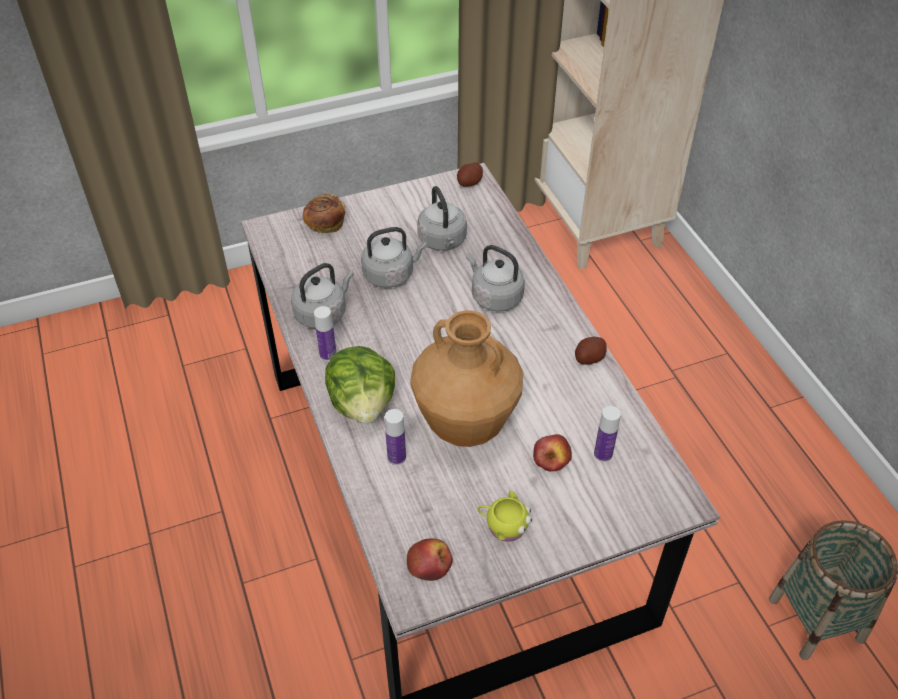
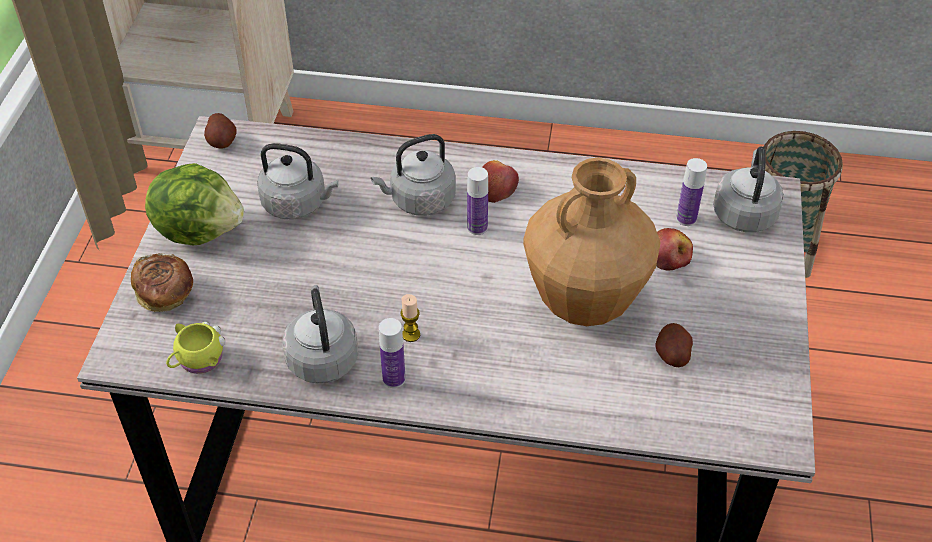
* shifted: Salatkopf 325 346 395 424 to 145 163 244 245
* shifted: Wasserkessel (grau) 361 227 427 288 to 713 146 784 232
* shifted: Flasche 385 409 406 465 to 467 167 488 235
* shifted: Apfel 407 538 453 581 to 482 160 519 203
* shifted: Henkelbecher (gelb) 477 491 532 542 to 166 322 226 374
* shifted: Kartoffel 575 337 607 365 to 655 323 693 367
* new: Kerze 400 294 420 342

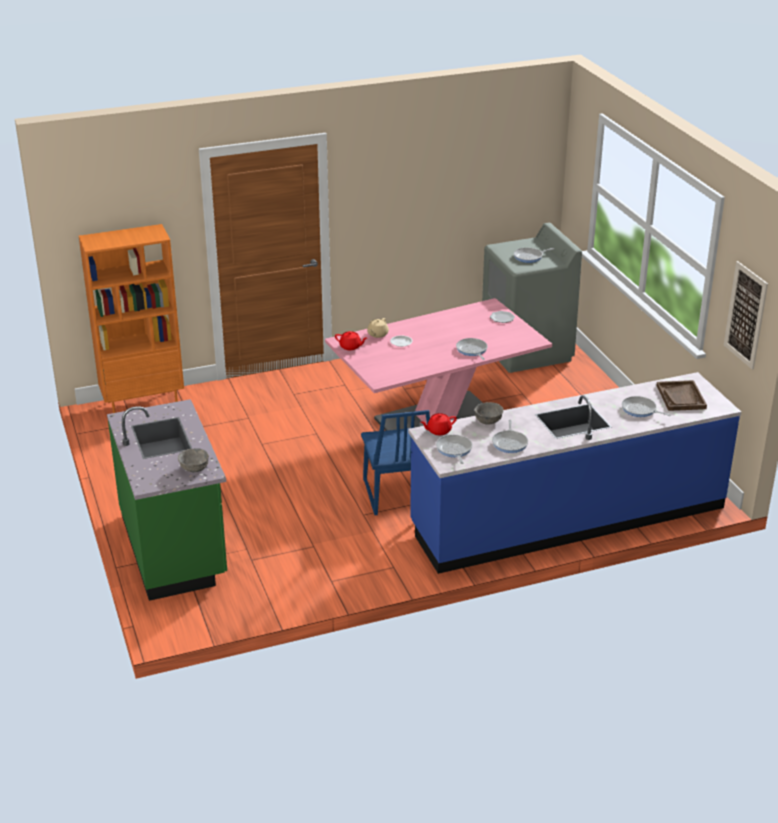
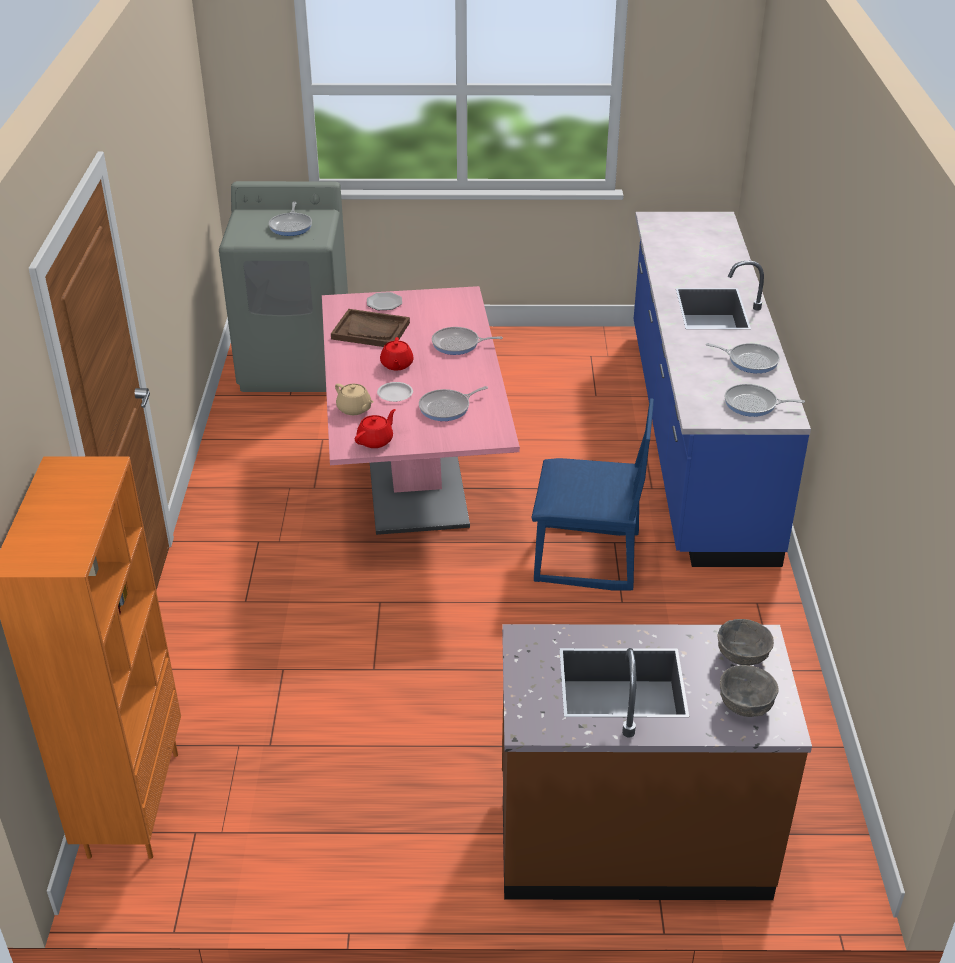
* repainted: Küchenzeile (grün) 107 399 227 601 to Küchenzeile (braun) 502 624 812 900
* shifted: Teekanne (rot) 420 413 457 435 to 380 337 414 370
* shifted: Schüssel (grau) 475 402 504 425 to 720 665 778 717
* shifted: Pfanne 622 396 671 417 to 419 386 488 421
* shifted: Tablett (braun) 656 380 707 411 to 331 309 410 347
* gone: Bild 724 261 768 370

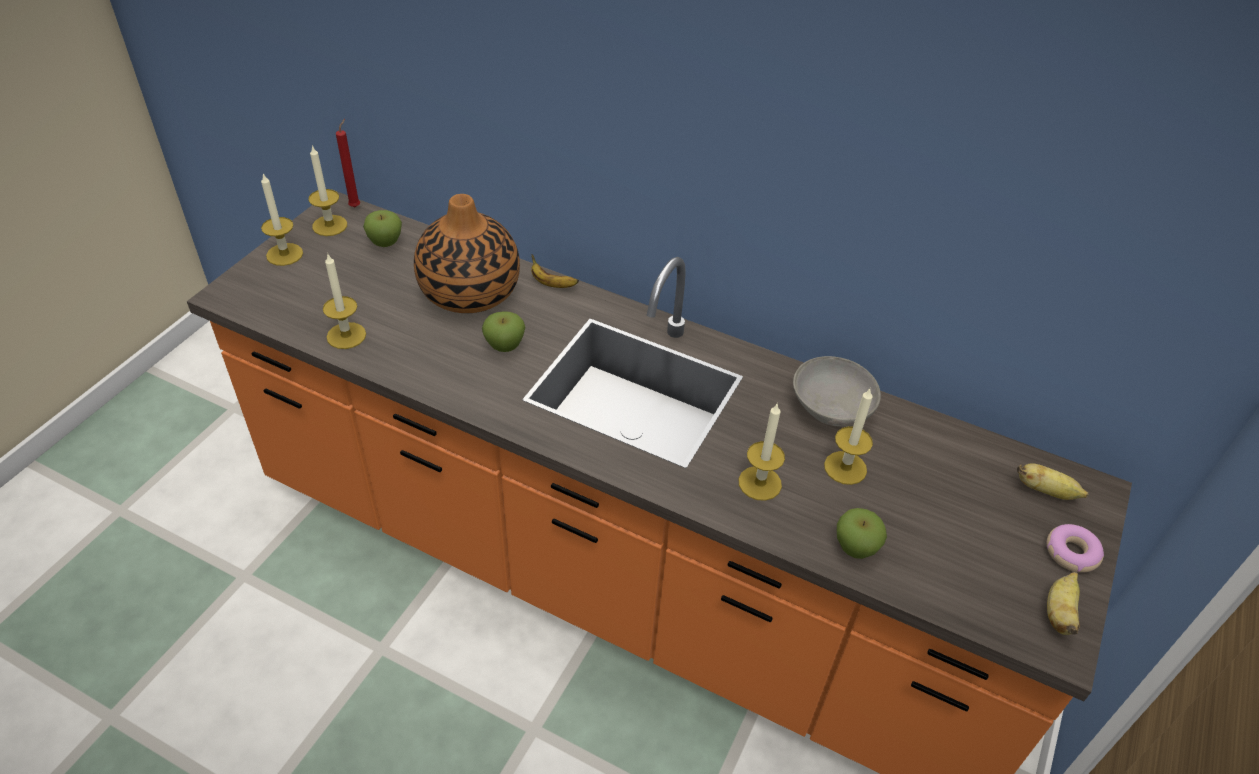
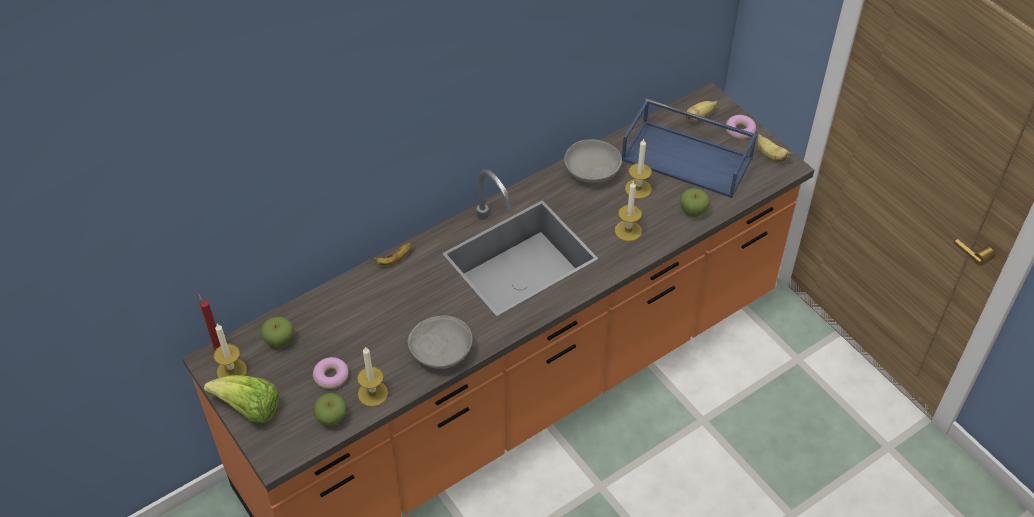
* swapped: Kerze 261 174 303 266 to Salatkopf 204 375 280 423
* gone: Vase 414 194 520 313
* shifted: Apfel 482 311 525 352 to 313 393 346 426
* new: Donut 313 357 348 389
* new: Schüssel (grau) 408 316 473 369
* new: Tablett (blau) 622 99 757 198

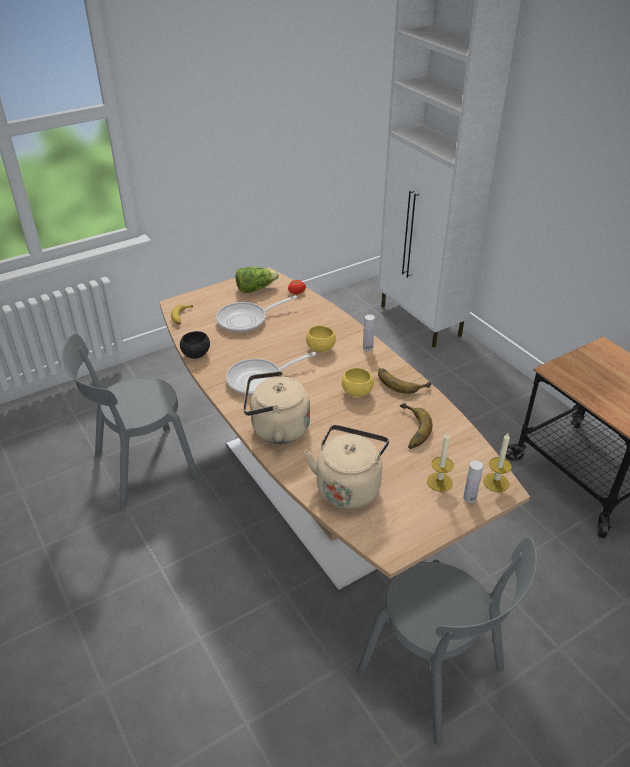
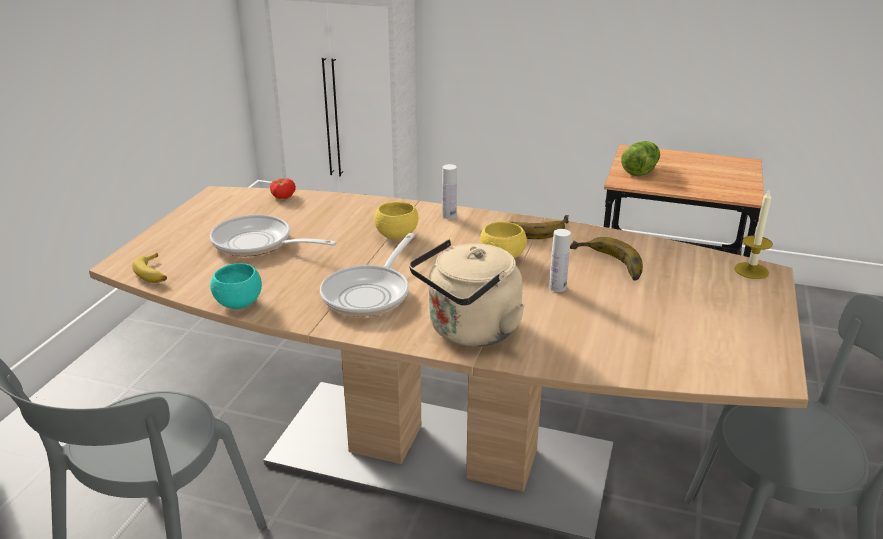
* repainted: Schüssel (schwarz) 180 331 210 359 to Schüssel (türkis) 210 263 262 309
* rotated: Pfanne 216 296 297 333 = 210 215 337 256 90 degrees clockwise
* shifted: Salatkopf 236 267 279 293 to 621 141 660 176
* gone: Wasserkessel (beige) 304 425 389 509
* gone: Kerze 427 433 454 492
* shifted: Flasche (weiß) 463 460 483 503 to 549 229 571 292

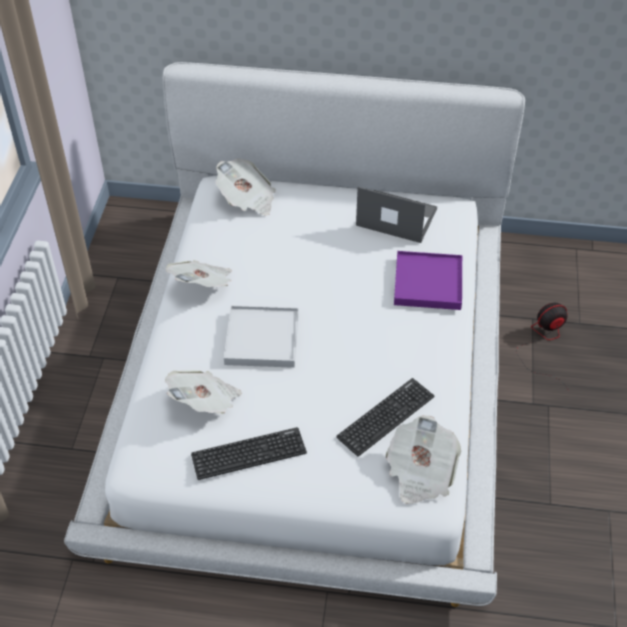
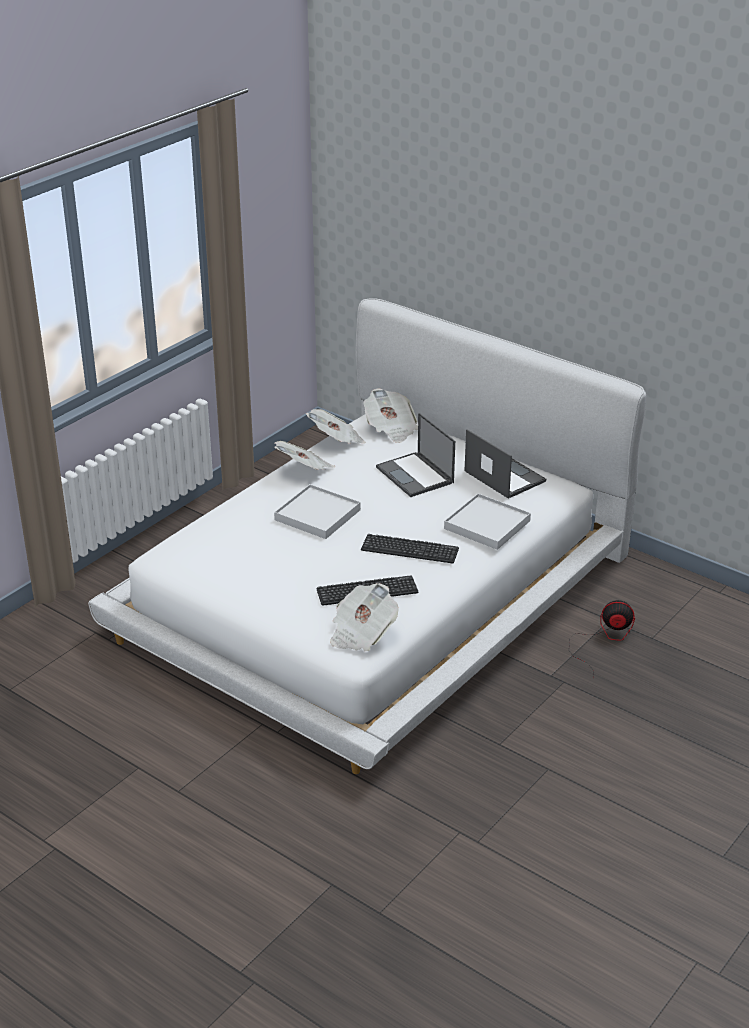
* shifted: Zeitung 165 370 242 414 to 306 409 366 444
* shifted: Tastatur 191 427 307 480 to 361 534 459 563
* repainted: Tablett (lila) 394 251 462 310 to Tablett (weiß) 444 493 531 550
* new: Laptop 376 413 455 497

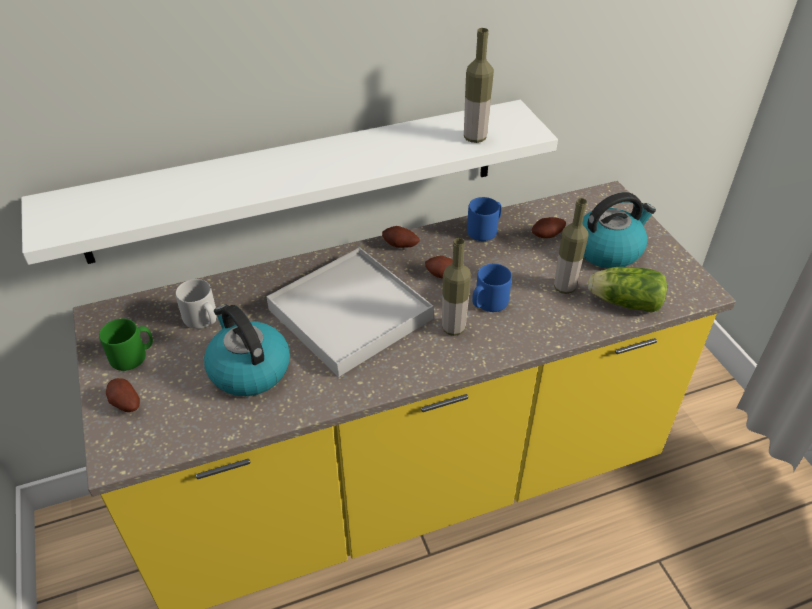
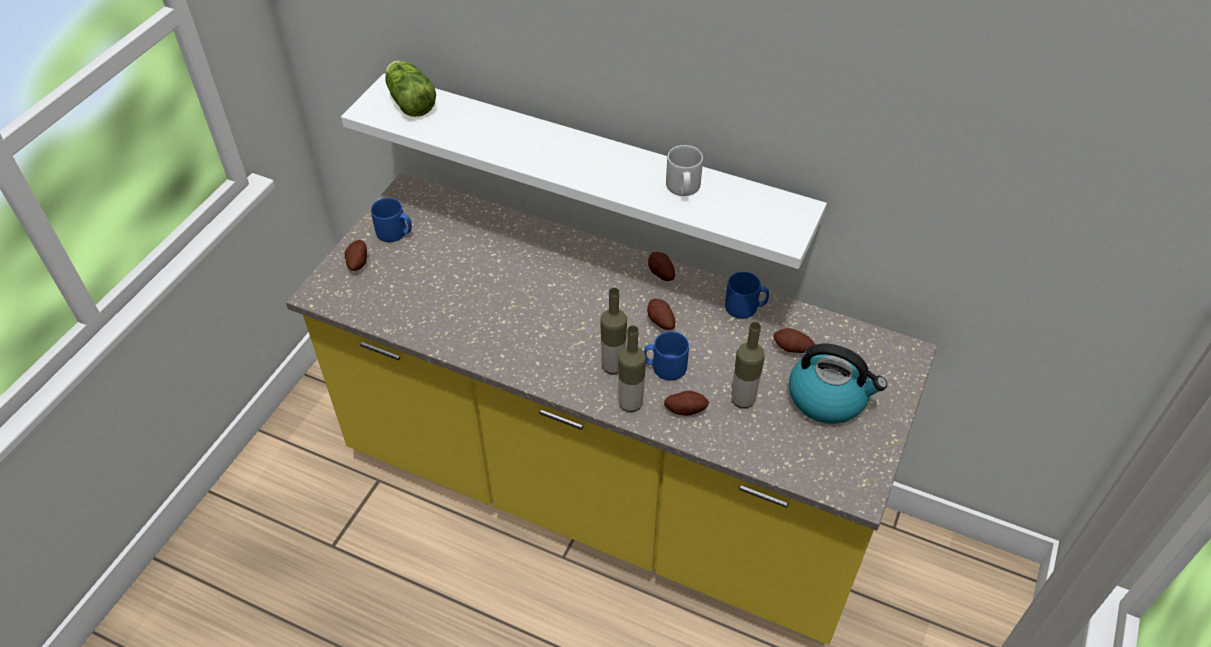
* repainted: Henkelbecher (grün) 99 319 153 371 to Henkelbecher (blau) 371 198 412 242
* shifted: Henkelbecher (grau) 175 279 217 329 to 666 145 703 196
* gone: Wasserkessel 204 304 290 396
* gone: Tablett (weiß) 266 247 433 377
* shifted: Flasche 464 28 494 143 to 618 325 646 412
* shifted: Salatkopf 588 267 667 312 to 385 61 436 117
* new: Kartoffel 664 391 709 416

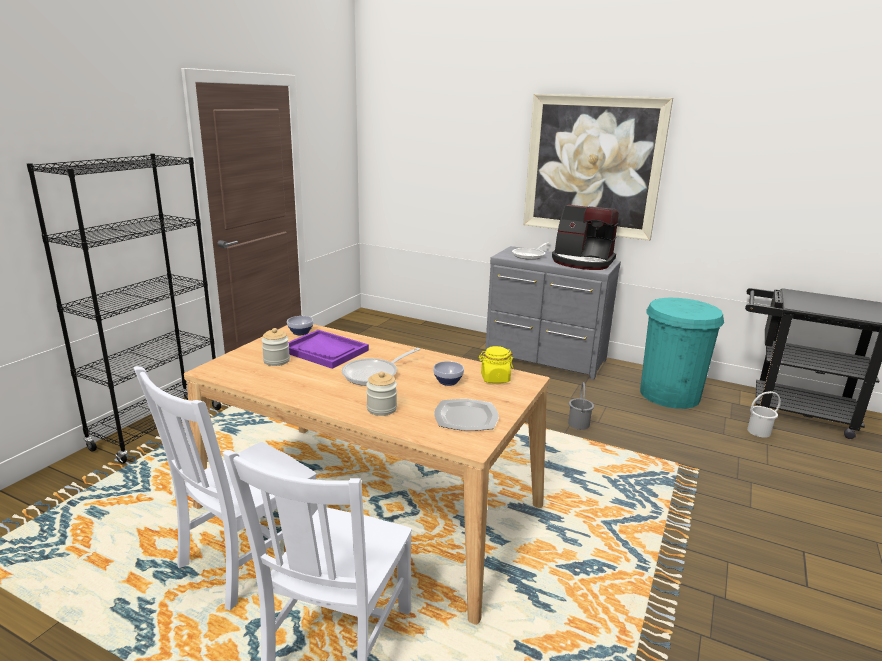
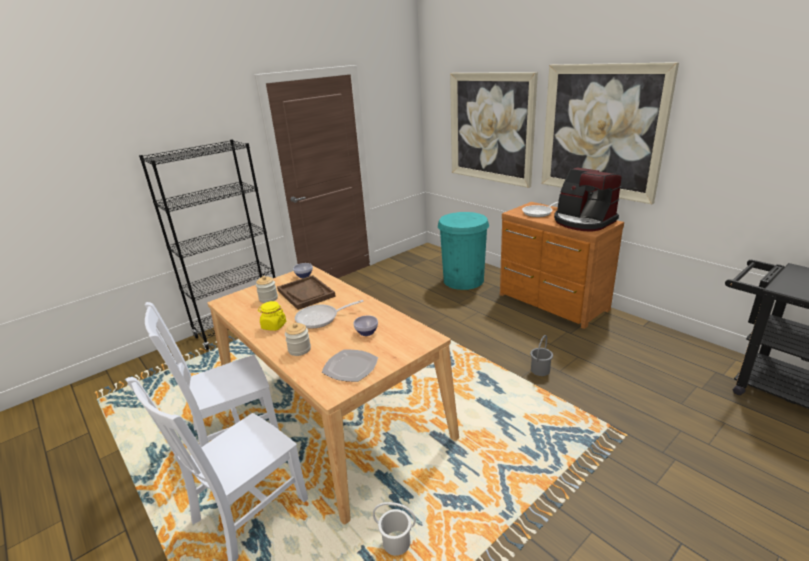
* repainted: Tablett (lila) 288 330 369 369 to Tablett (braun) 277 275 336 310
* shifted: Vorratsglas (gelb) 479 346 514 383 to 258 301 286 331
* repainted: Kommode (grau) 485 246 621 380 to Kommode (braun) 500 202 624 329
* shifted: Mülleimer (türkis) 640 298 724 409 to 438 212 489 290
* shifted: Eimer (weiß) 747 391 781 438 to 373 502 416 556
* new: Bild 450 72 538 188

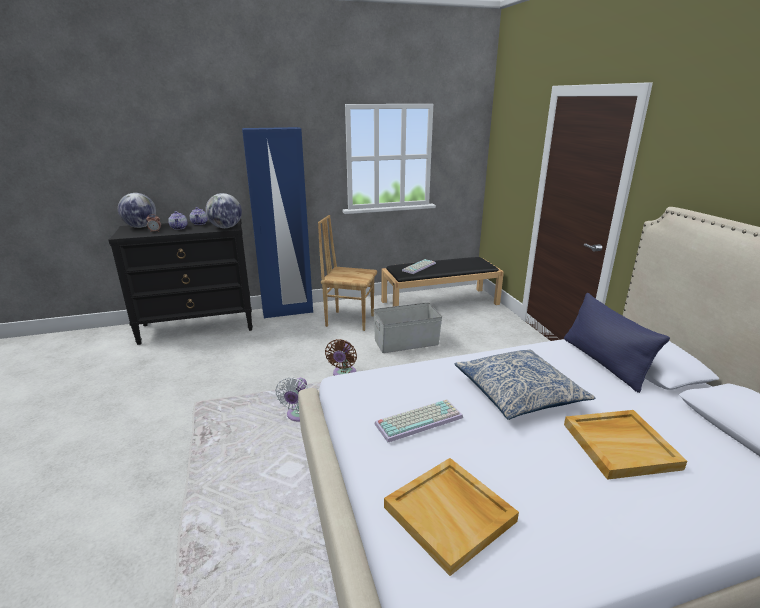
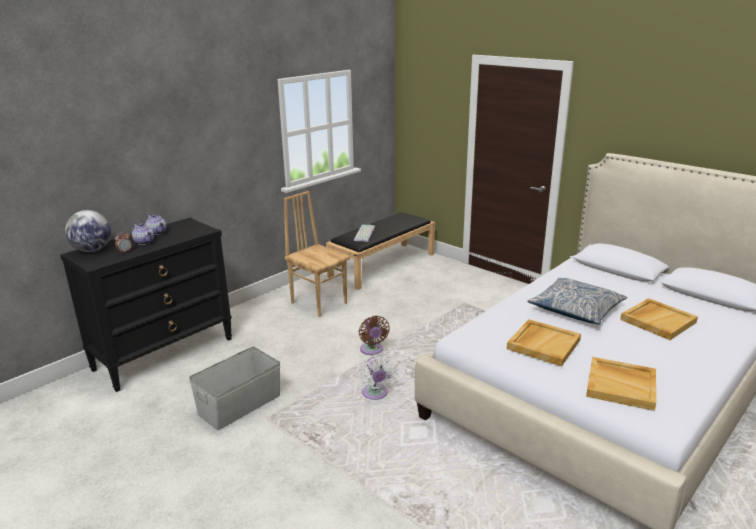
* gone: Globus 205 193 242 228
* gone: Kleiderschrank (blau) 242 127 313 319
* rotated: Stuhl (braun) 318 215 377 331 = 284 191 350 317 60 degrees clockwise
* shifted: Aufbewahrungsbox (grau) 373 302 442 353 to 189 346 281 430
* swapped: Tastatur 375 399 463 442 to Tablett (beige) 507 319 581 366
* gone: Kissen (blau) 564 293 670 393

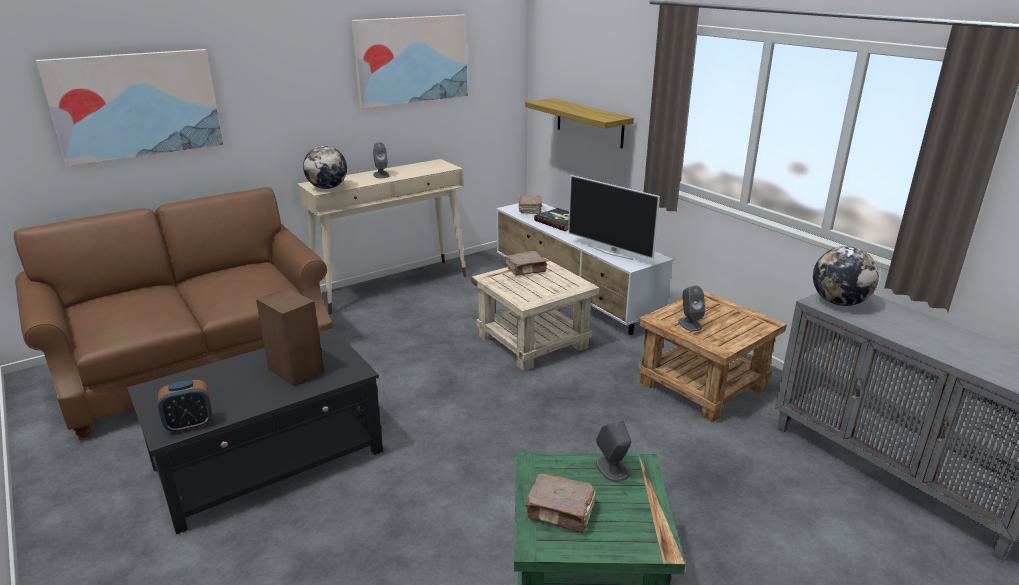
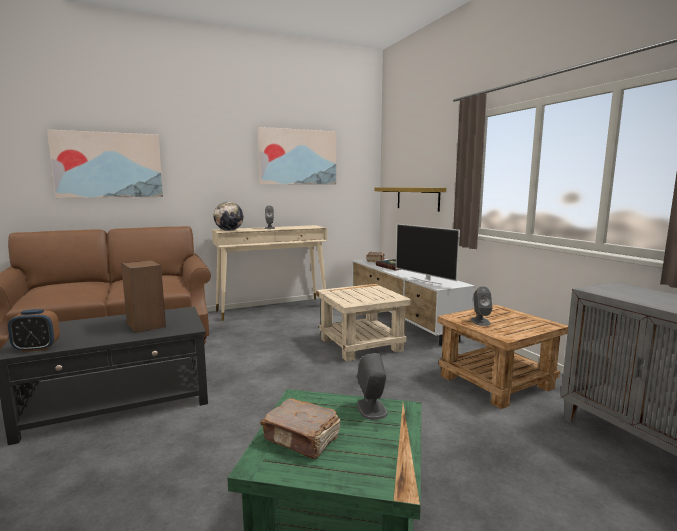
* gone: Buch (braun) 506 251 547 275
* gone: Globus 813 246 879 306

